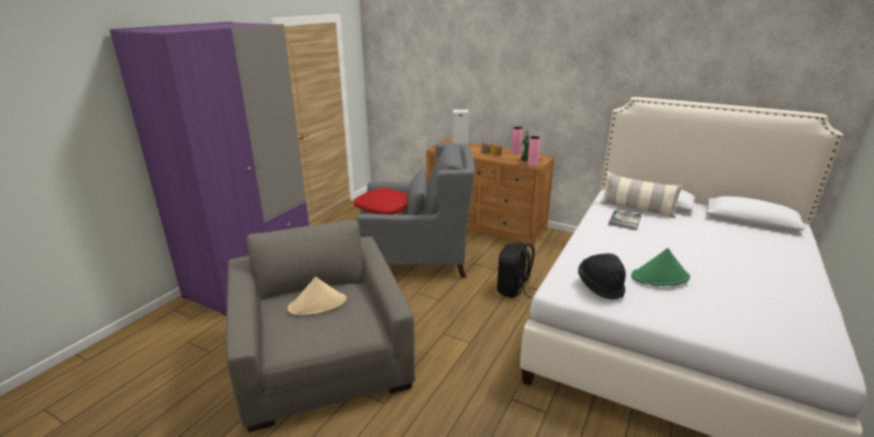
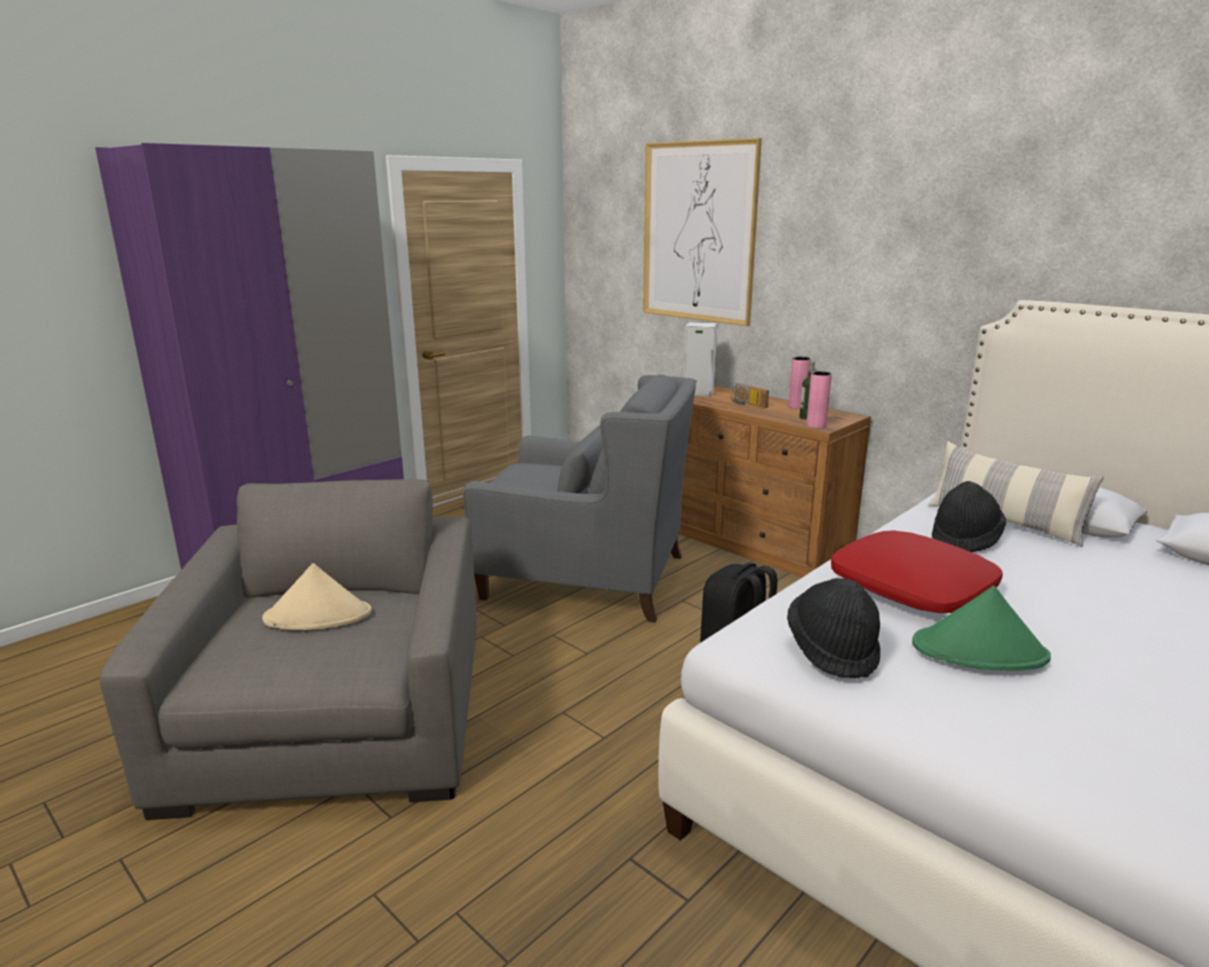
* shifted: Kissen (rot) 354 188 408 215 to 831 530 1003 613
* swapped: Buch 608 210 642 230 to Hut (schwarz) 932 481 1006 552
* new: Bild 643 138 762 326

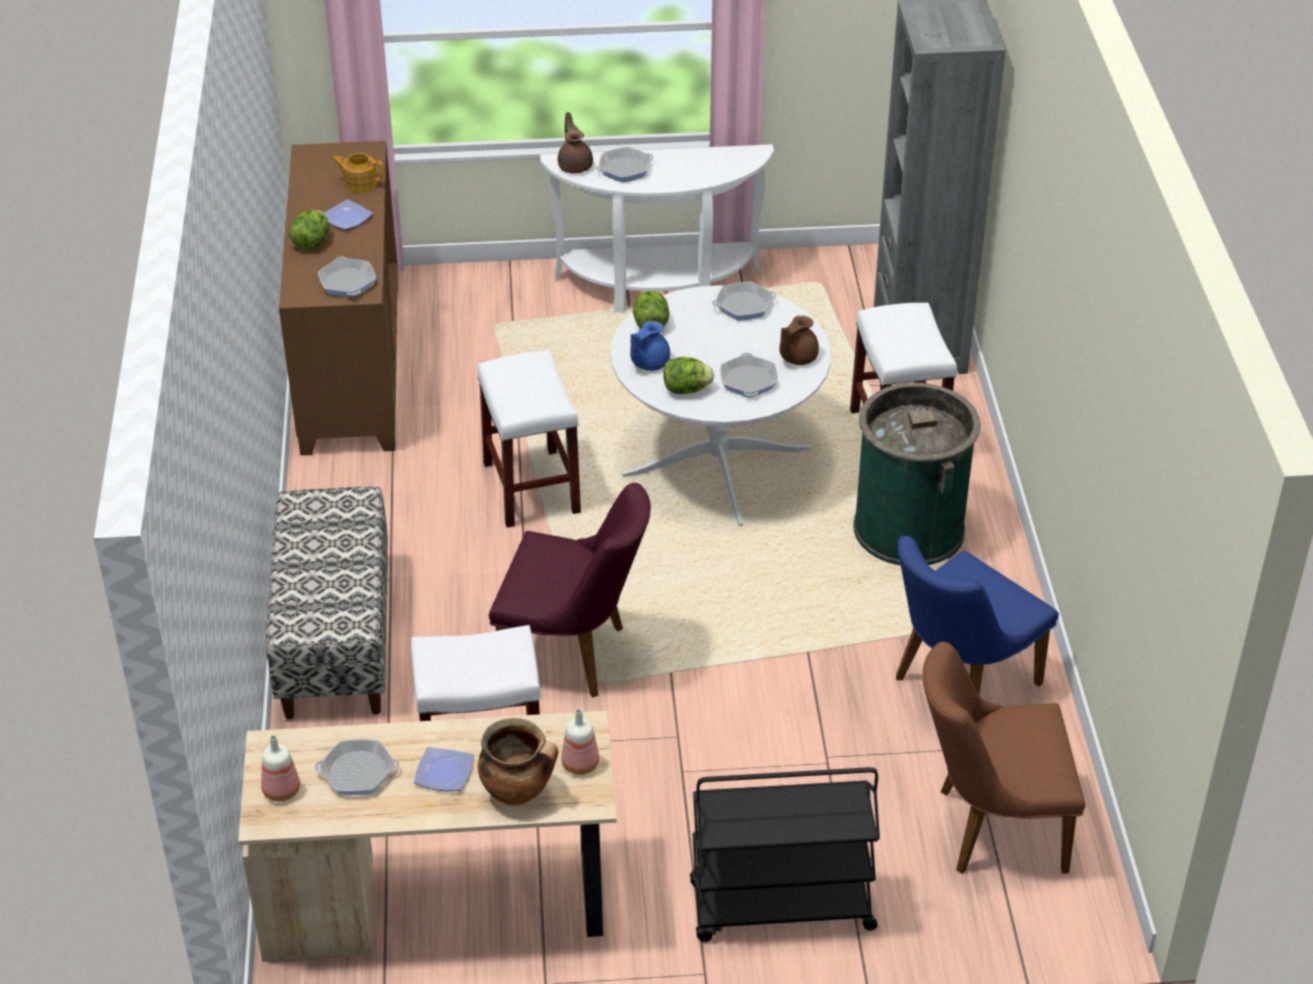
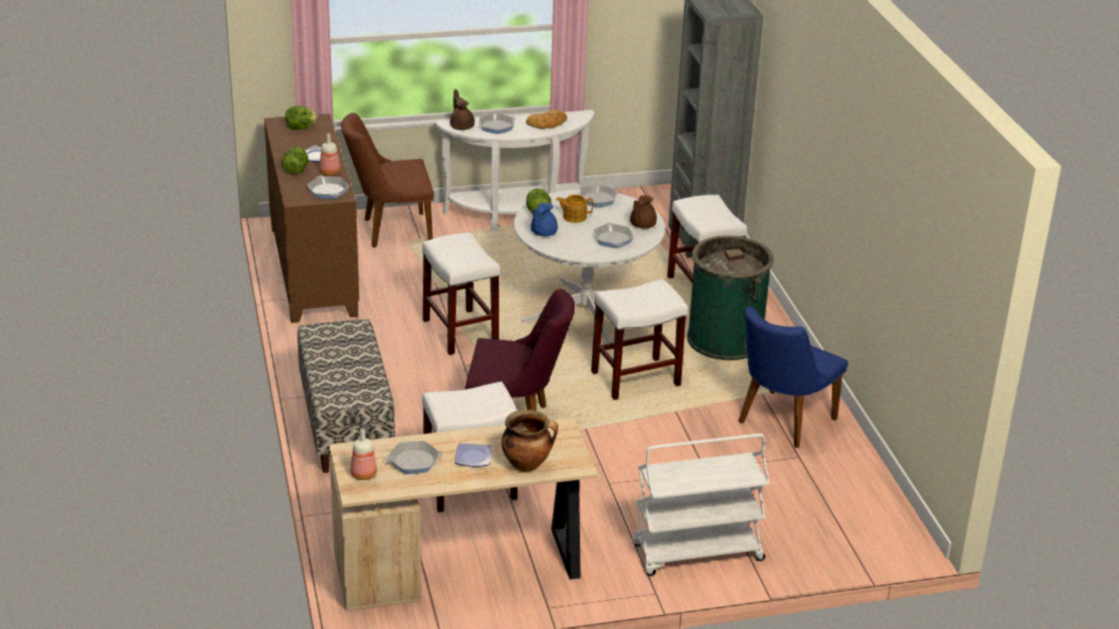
* shifted: Teekanne 333 153 384 193 to 556 195 593 223
* shifted: Flasche 561 709 599 775 to 319 133 340 176
* shifted: Salatkopf 663 357 714 394 to 285 106 318 130
* repainted: Rollwagen (schwarz) 690 767 880 942 to Rollwagen (weiß) 632 433 770 576
* shifted: Stuhl (braun) 923 642 1085 874 to 341 113 434 248
* new: Brot 526 110 567 129
* new: Hocker (weiß) 591 279 687 400

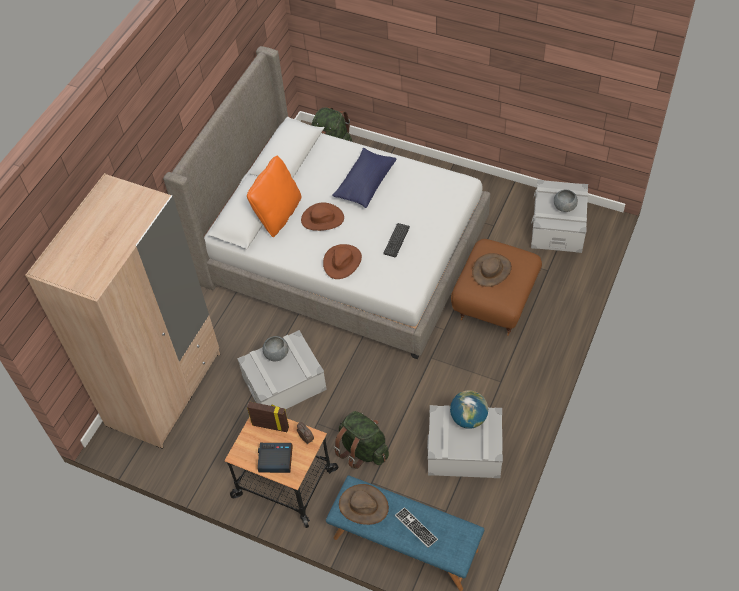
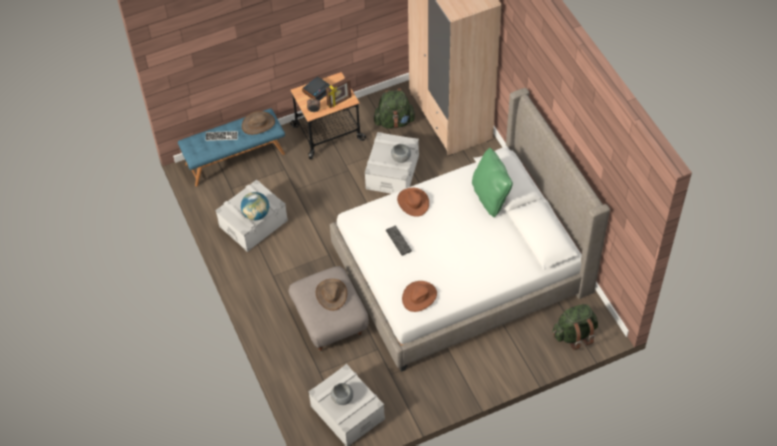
* repainted: Kissen (orange) 247 156 302 237 to Kissen (grün) 472 148 513 217
* shifted: Hut (braun) 301 203 344 231 to 402 281 437 312
* gone: Kissen (blau) 332 148 397 208
* shifted: Rucksack (grün) 334 411 389 469 to 373 88 416 129
* repainted: Polsterhocker (braun) 451 239 542 336 to Polsterhocker (grau) 288 266 369 353

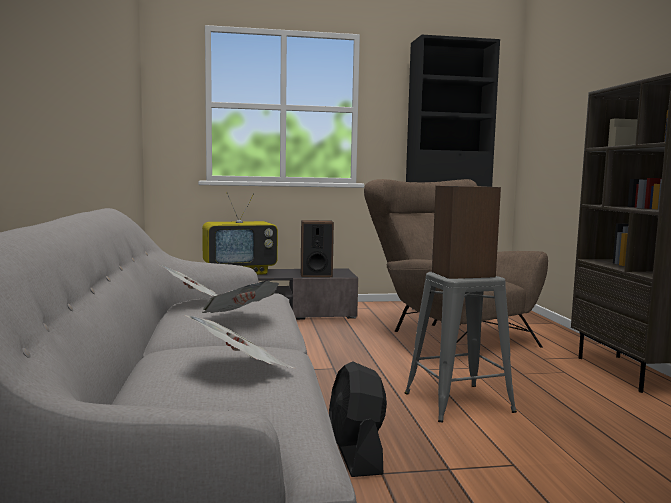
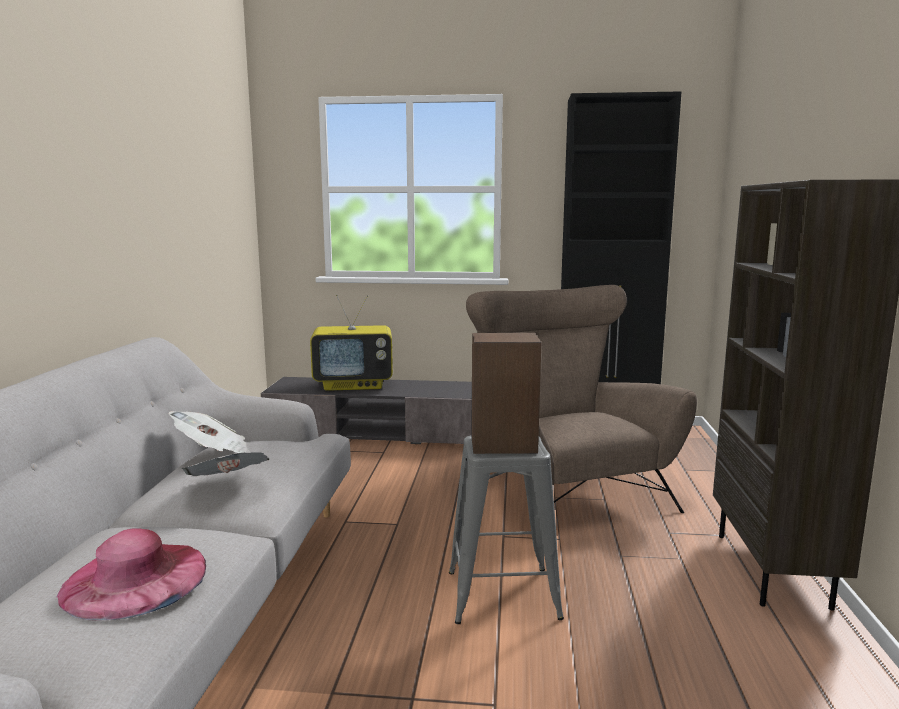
* swapped: Zeitung 185 315 294 368 to Hut (rosa) 57 529 206 621
* gone: Lautsprecher 301 220 334 277
* gone: Ventilator (schwarz) 329 361 387 477

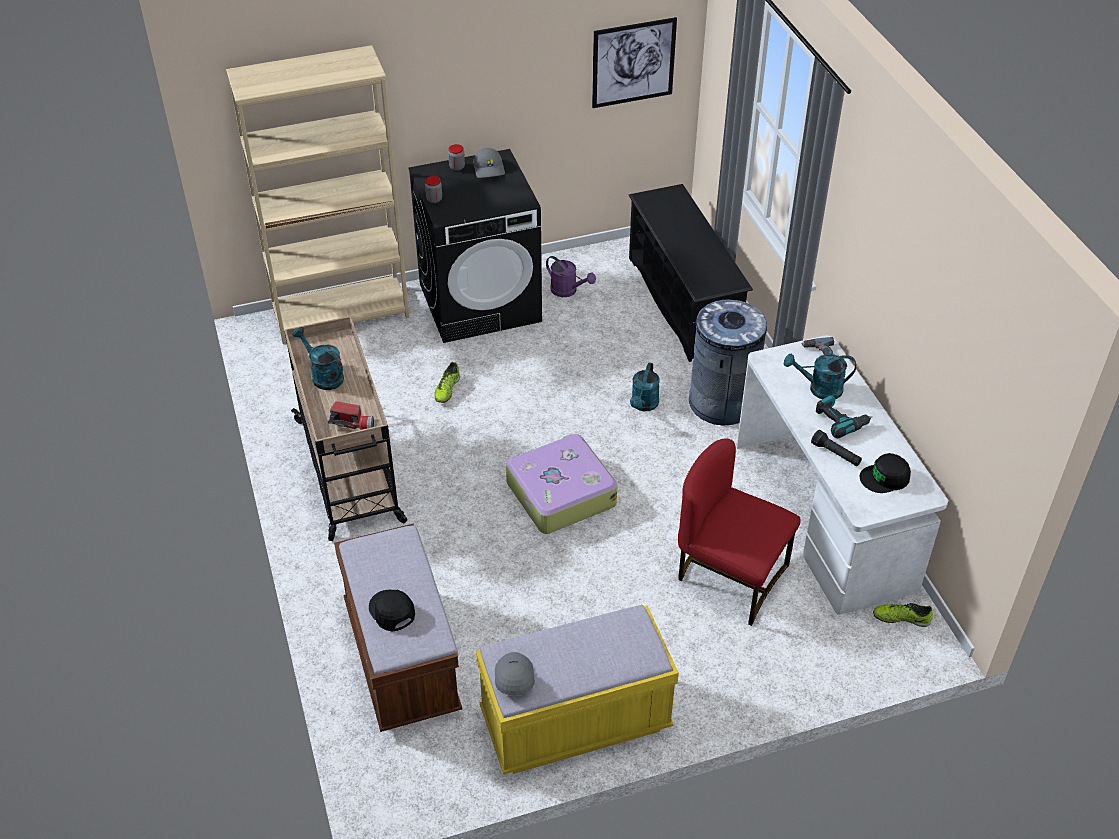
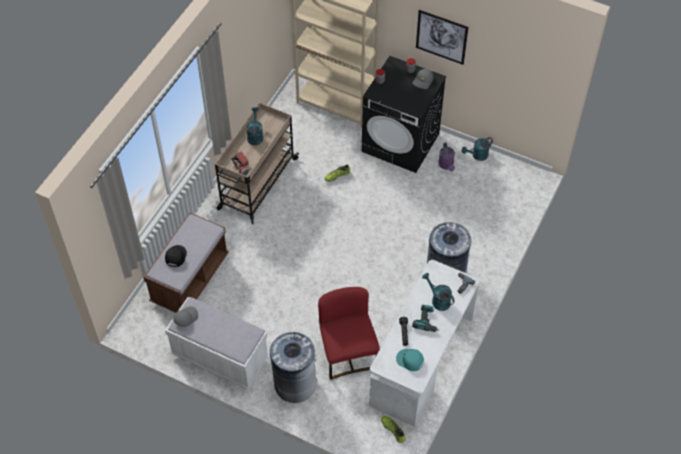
* repainted: Bank (gelb) 476 605 679 775 to Bank (weiß) 165 297 269 389
* gone: Koffer 506 434 618 534
* shifted: Bild 592 17 677 108 to 416 10 469 65
* gone: Schuhregal (schwarz) 629 184 753 362
* shifted: Gießkanne (türkis) 630 363 660 411 to 462 137 493 161
* repainted: Kappe (schwarz) 860 453 911 493 to Kappe (türkis) 396 349 424 371
* new: Mülleimer (grau) 270 332 317 403

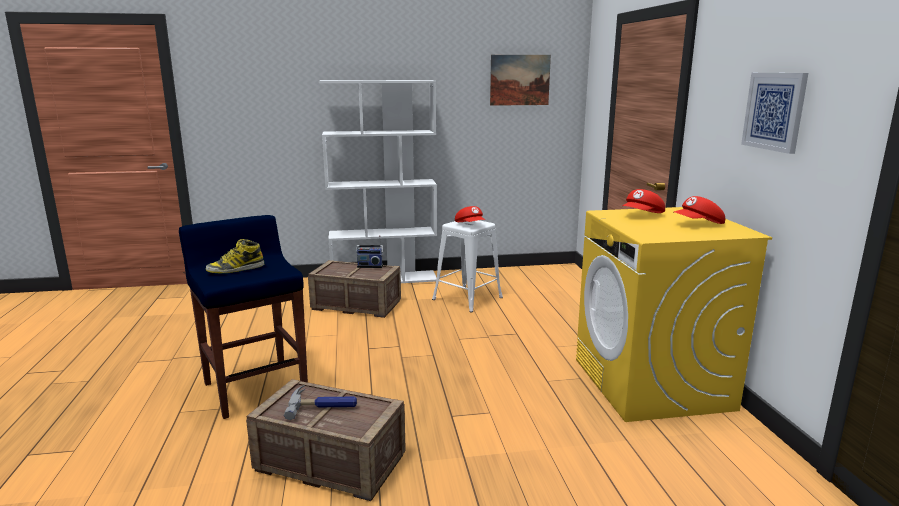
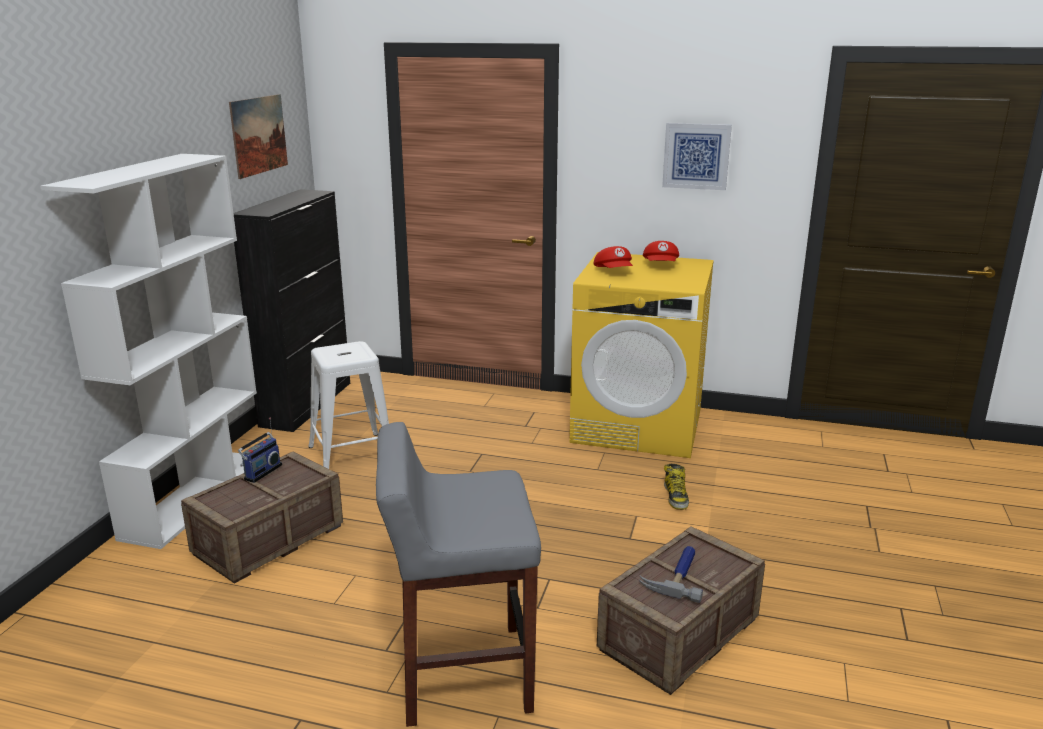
* repainted: Hocker (blau) 179 215 308 419 to Hocker (grau) 376 422 541 727
* shifted: Stiefel 206 239 264 273 to 664 464 689 510
* gone: Kappe (rot) 455 206 485 222
* new: Schrank (schwarz) 233 189 350 432

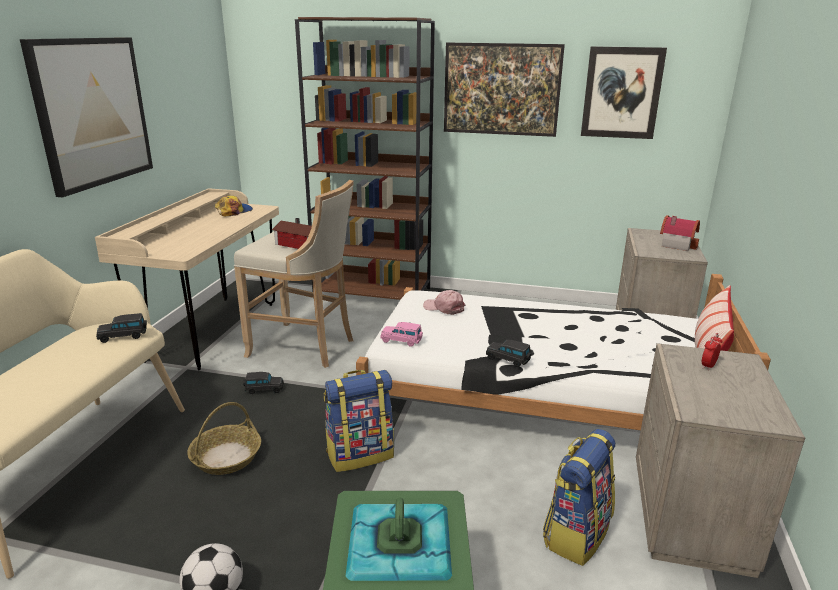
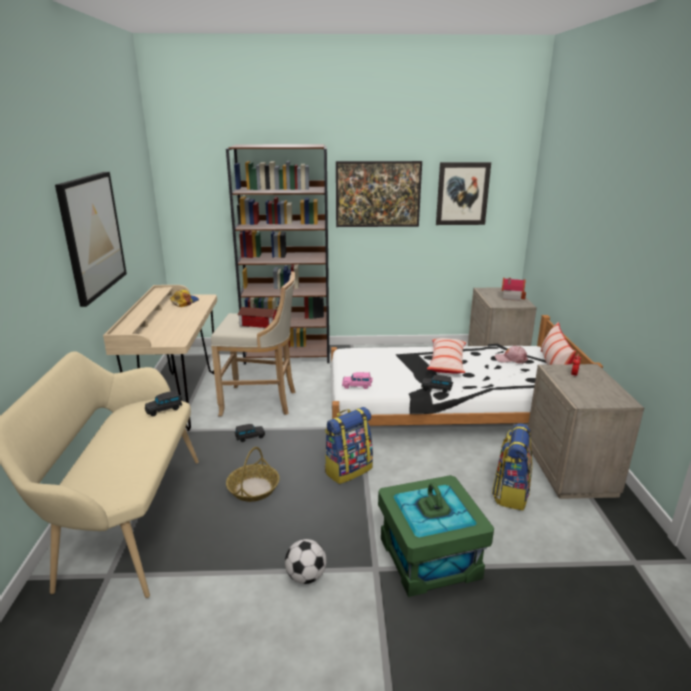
* shifted: Kappe (rosa) 423 290 465 315 to 495 346 528 364
* new: Kissen 427 338 467 374

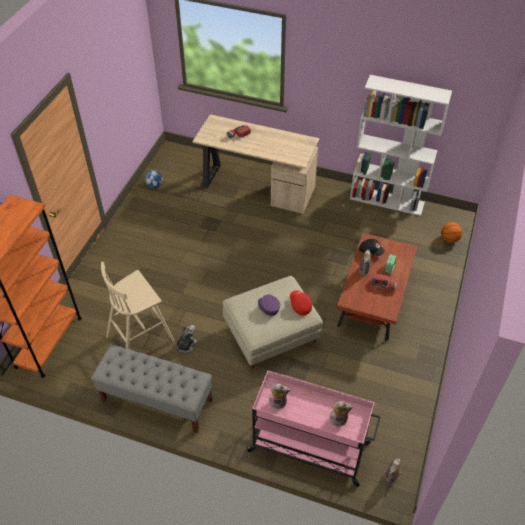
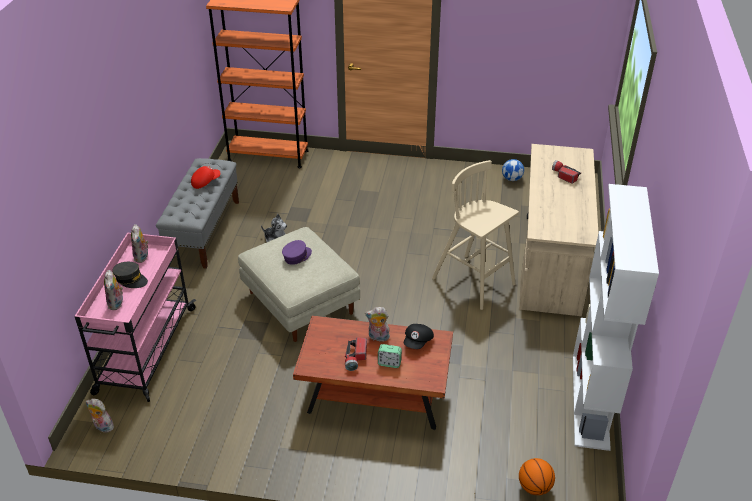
* shifted: Hocker (beige) 101 262 175 349 to 432 160 519 310
* shifted: Kappe (rot) 290 290 312 316 to 191 166 220 189
* new: Kappe (grau) 112 262 148 288

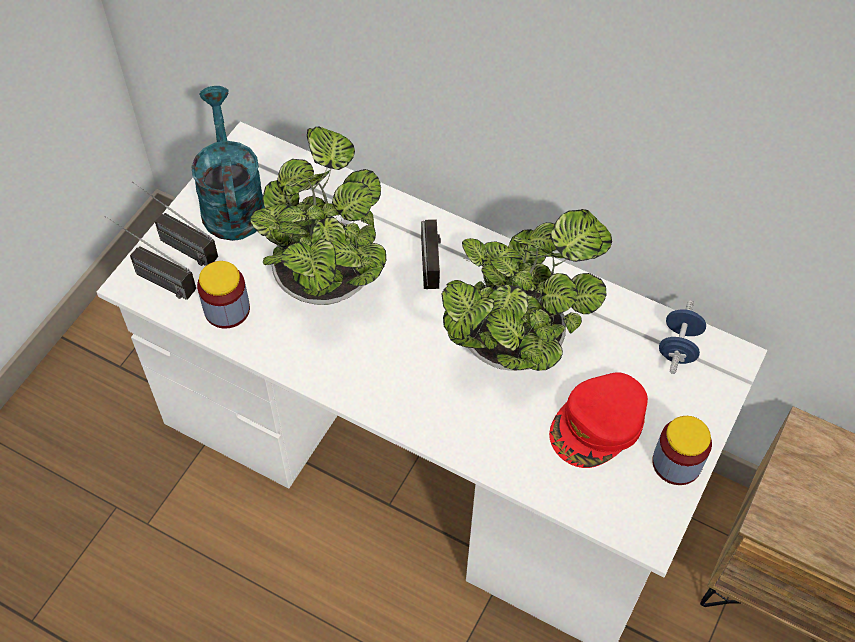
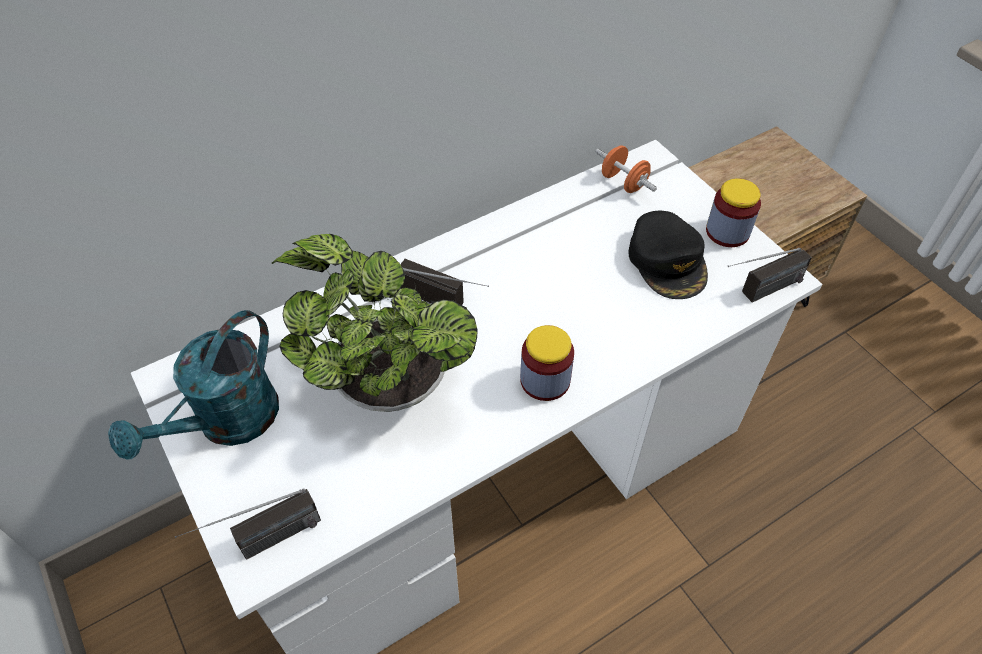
* shifted: Radio 132 181 218 266 to 727 248 812 302
* rotated: Gießkanne (türkis) 191 86 265 241 = 108 310 279 460 75 degrees counterclockwise
* shifted: Vorratsglas 197 261 250 329 to 520 325 574 401
* gone: Topfpflanze 441 209 612 371
* repainted: Kappe (rot) 549 372 648 468 to Kappe (schwarz) 628 211 708 299
* repainted: Hantel (blau) 659 300 706 374 to Hantel (orange) 596 145 657 193

